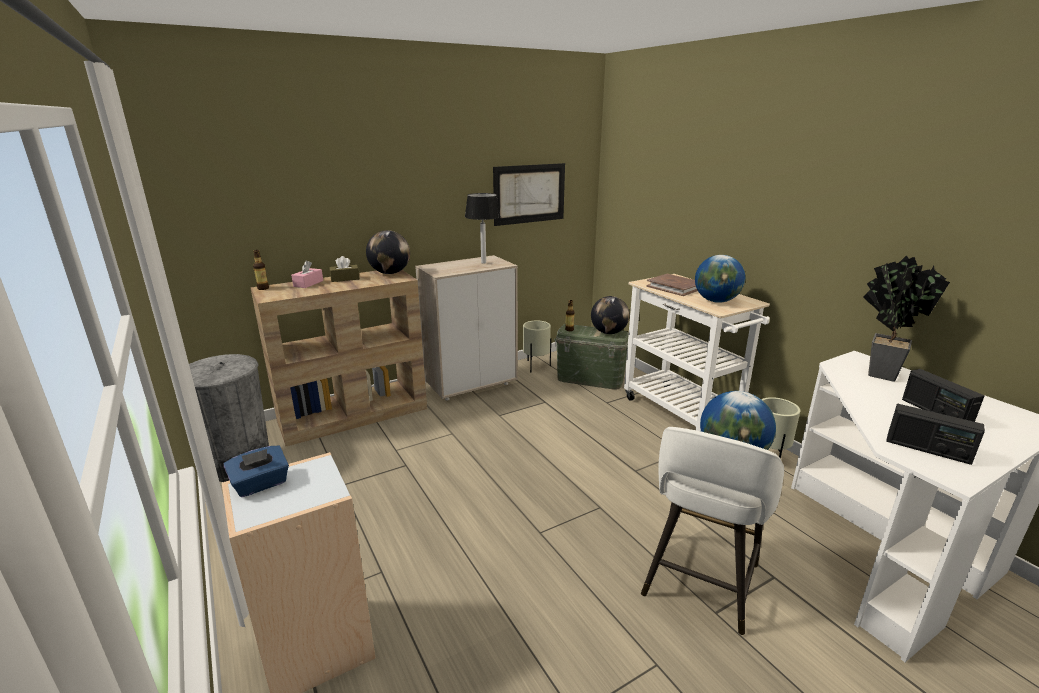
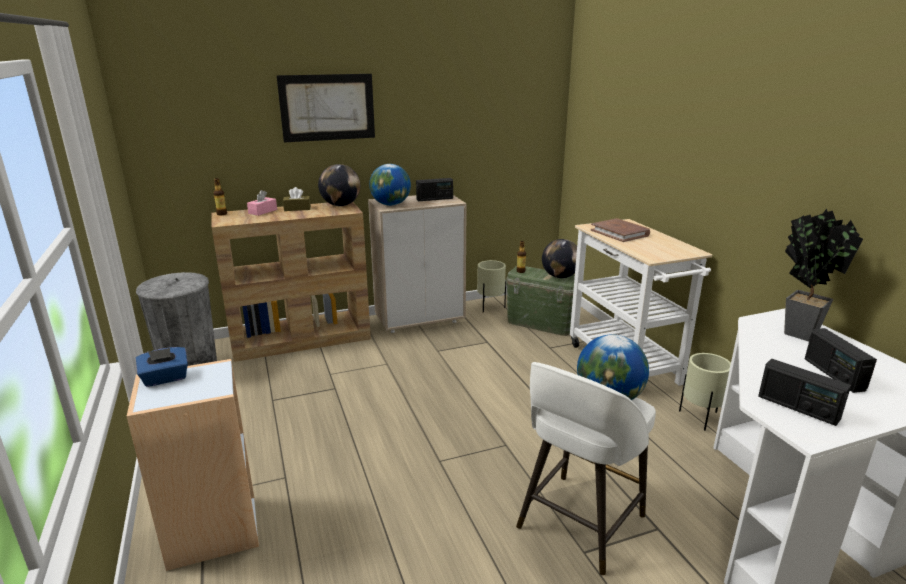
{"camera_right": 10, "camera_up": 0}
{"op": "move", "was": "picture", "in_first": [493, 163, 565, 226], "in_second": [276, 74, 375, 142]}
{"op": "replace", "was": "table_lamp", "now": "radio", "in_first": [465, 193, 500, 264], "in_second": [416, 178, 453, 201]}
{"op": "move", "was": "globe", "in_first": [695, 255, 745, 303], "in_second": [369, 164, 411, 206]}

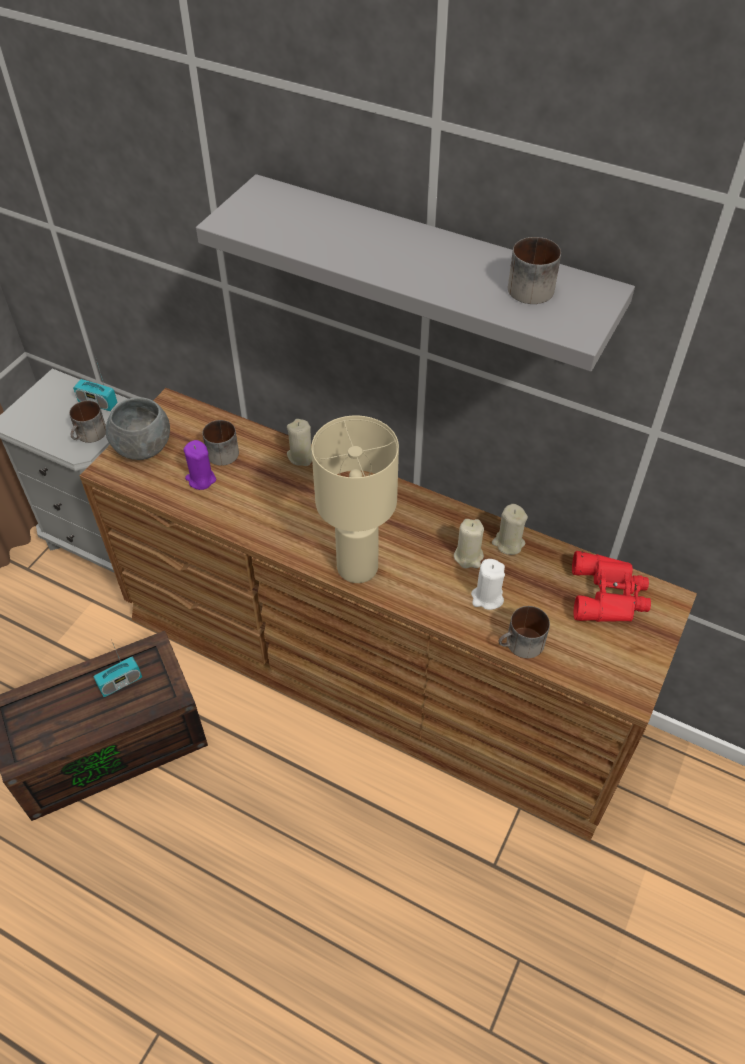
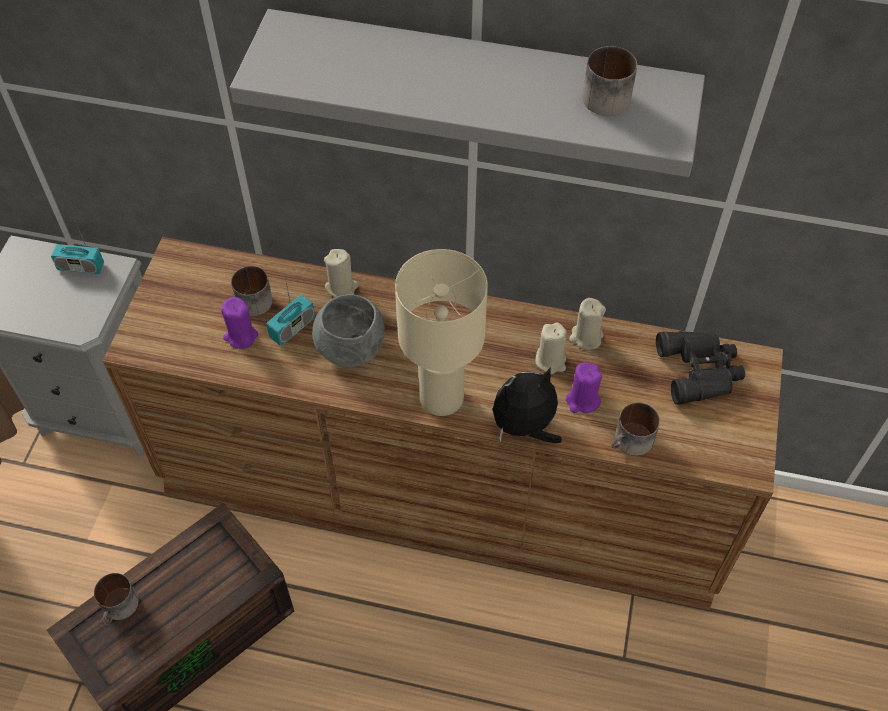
{"camera_right": -15, "camera_up": 5}
{"op": "move", "was": "grey_bowl", "in_first": [106, 397, 170, 460], "in_second": [312, 294, 385, 367]}
{"op": "move", "was": "mug", "in_first": [69, 400, 106, 443], "in_second": [94, 573, 139, 625]}
{"op": "recolor", "was": "red_binoculars", "now": "black_binoculars", "in_first": [572, 551, 651, 622], "in_second": [656, 331, 745, 404]}
{"op": "recolor", "was": "white_candle", "now": "purple_candle", "in_first": [471, 559, 505, 610], "in_second": [566, 362, 602, 413]}
{"op": "move", "was": "radio", "in_first": [94, 639, 142, 697], "in_second": [266, 273, 315, 346]}
{"op": "insert", "now": "plush_toy", "in_second": [492, 368, 562, 443]}

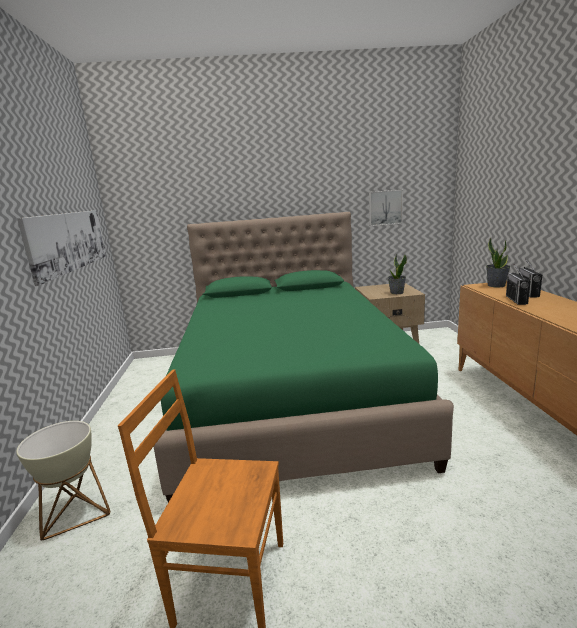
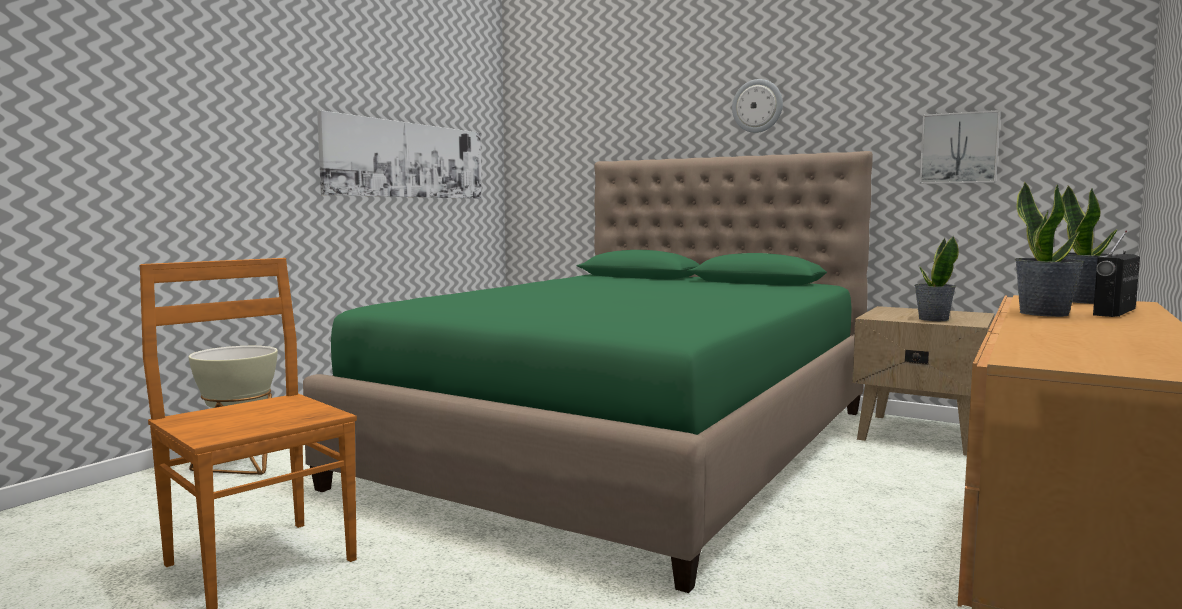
{"camera_right": 35, "camera_up": -10}
{"op": "replace", "was": "radio", "now": "potted_plant", "in_first": [506, 265, 531, 305], "in_second": [1014, 181, 1084, 317]}
{"op": "insert", "now": "wall_clock", "in_second": [732, 79, 783, 133]}

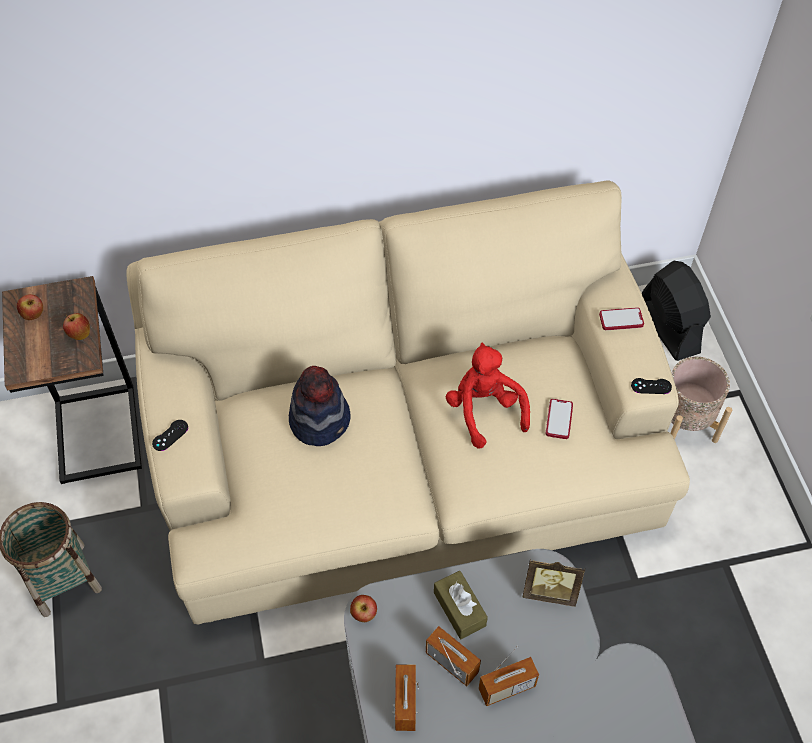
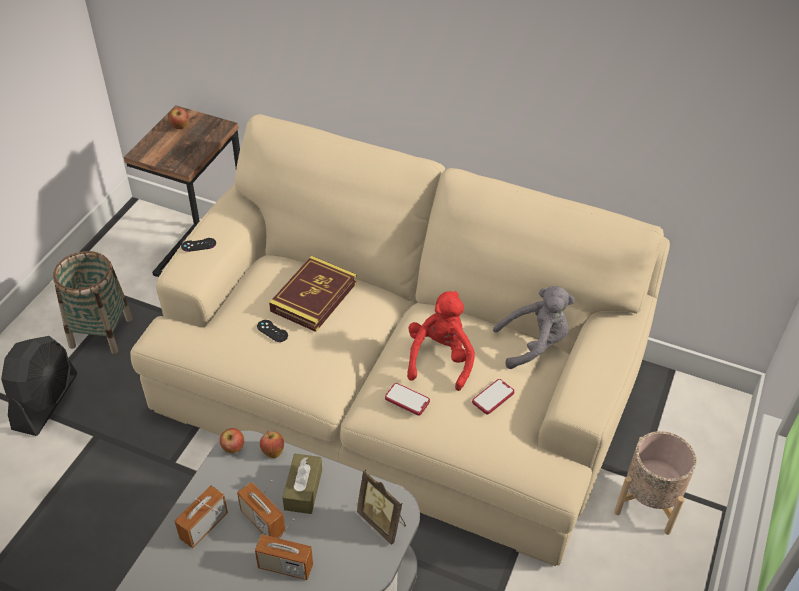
{"camera_right": 35, "camera_up": -10}
{"op": "move", "was": "black_fan", "in_first": [642, 260, 711, 361], "in_second": [1, 336, 77, 436]}
{"op": "move", "was": "phone", "in_first": [599, 307, 644, 330], "in_second": [385, 383, 430, 416]}
{"op": "move", "was": "apple", "in_first": [63, 313, 90, 340], "in_second": [260, 430, 284, 458]}
{"op": "replace", "was": "hat", "now": "book", "in_first": [289, 366, 350, 446], "in_second": [269, 256, 357, 332]}
{"op": "move", "was": "black_game_controller", "in_first": [631, 378, 672, 394], "in_second": [257, 320, 288, 342]}
{"op": "rotate", "was": "radio", "in_first": [426, 626, 481, 686], "in_second": [237, 480, 286, 538], "clockwise": 150}
{"op": "insert", "now": "grey_plush_toy", "in_second": [493, 286, 575, 369]}

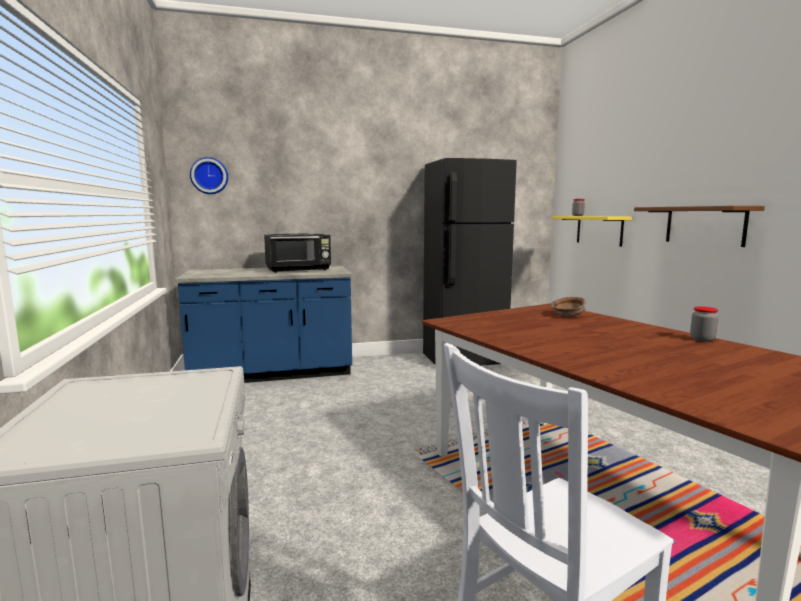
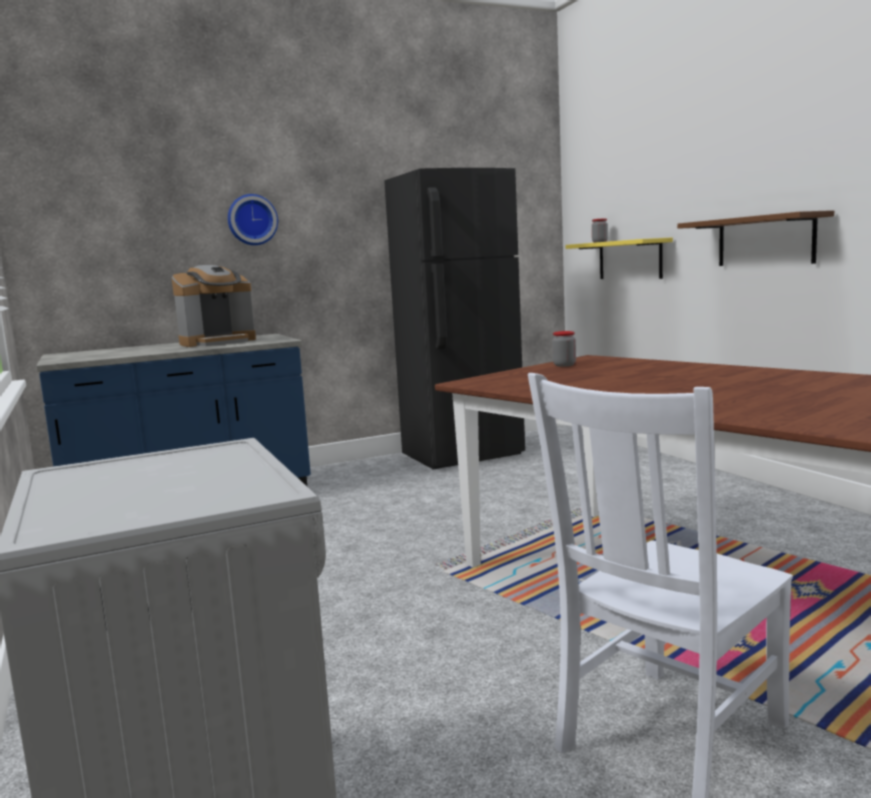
{"camera_right": -10, "camera_up": 0}
{"op": "move", "was": "wall_clock", "in_first": [190, 157, 228, 194], "in_second": [228, 194, 278, 245]}
{"op": "replace", "was": "black_microwave", "now": "coffee_machine", "in_first": [264, 233, 331, 273], "in_second": [171, 265, 256, 347]}
{"op": "delete", "was": "brown_bowl", "in_first": [551, 297, 586, 317]}
{"op": "move", "was": "jar", "in_first": [690, 306, 718, 342], "in_second": [552, 331, 576, 367]}

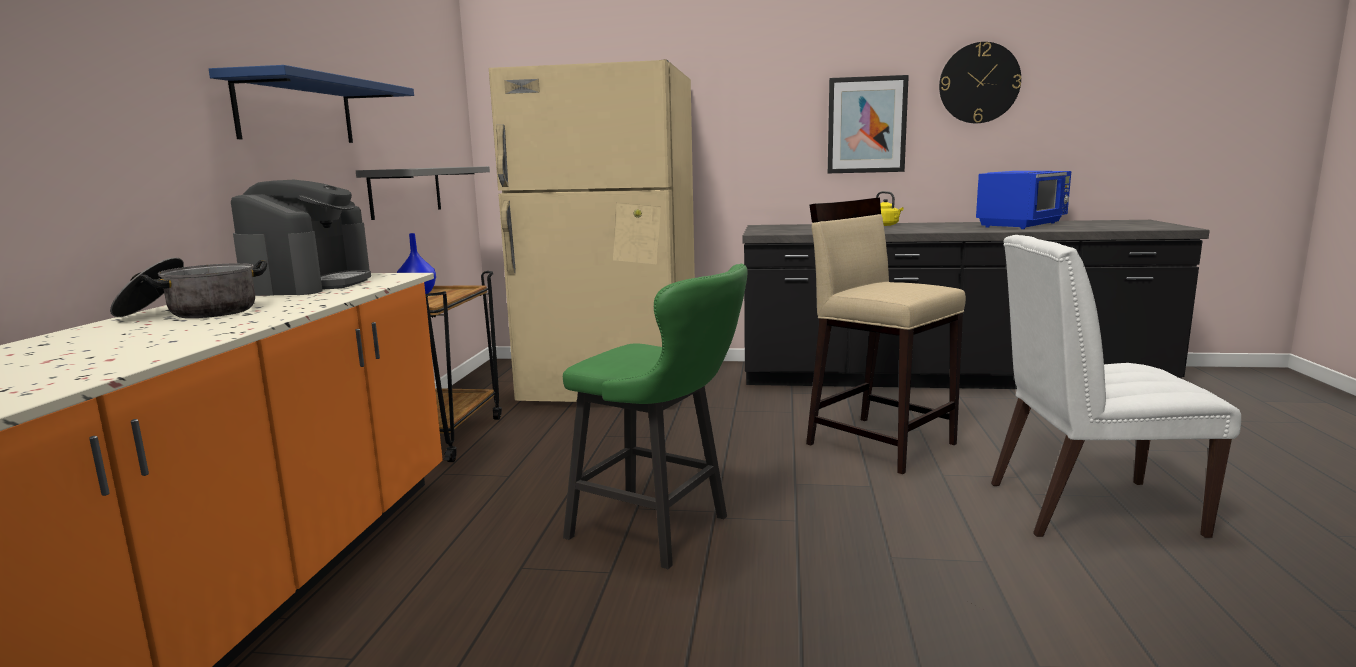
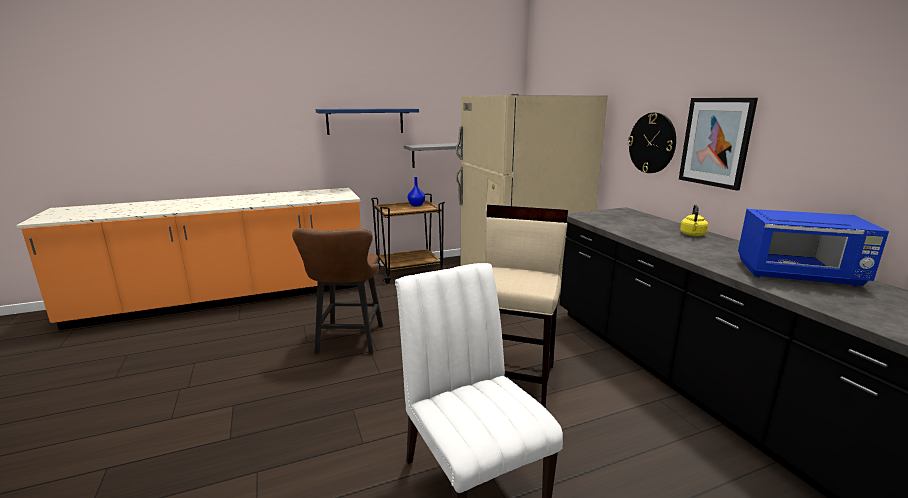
{"camera_right": 60, "camera_up": 5}
{"op": "move", "was": "wall_clock", "in_first": [939, 42, 1021, 123], "in_second": [628, 113, 676, 173]}
{"op": "delete", "was": "coffee_machine", "in_first": [231, 180, 371, 296]}
{"op": "delete", "was": "cooking_pot", "in_first": [110, 257, 267, 318]}
{"op": "recolor", "was": "green_stool", "now": "brown_stool", "in_first": [563, 264, 748, 569], "in_second": [292, 228, 383, 354]}

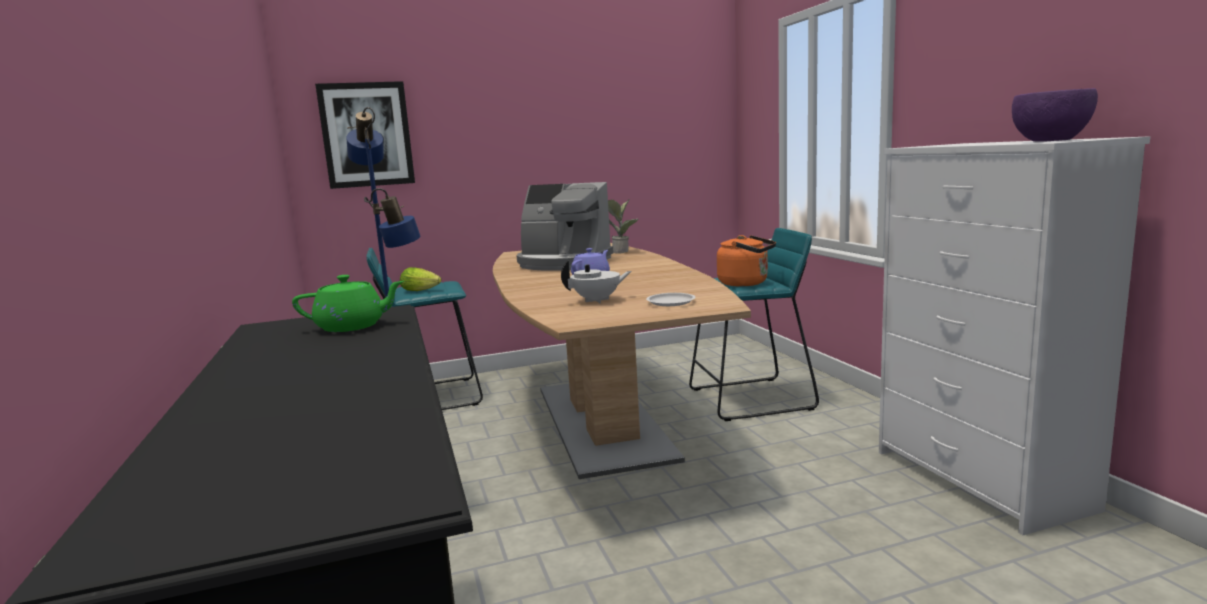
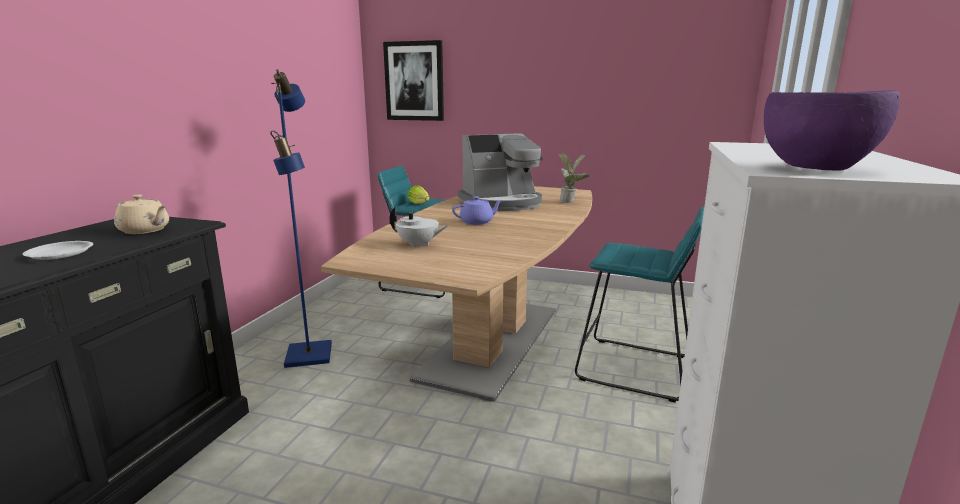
{"camera_right": 35, "camera_up": 5}
{"op": "rotate", "was": "coffee_machine", "in_first": [516, 182, 613, 271], "in_second": [458, 133, 543, 211], "clockwise": -75}
{"op": "delete", "was": "orange_kettle", "in_first": [717, 235, 776, 286]}
{"op": "recolor", "was": "green_teapot", "now": "beige_teapot", "in_first": [292, 275, 404, 332], "in_second": [114, 195, 169, 234]}
{"op": "move", "was": "white_plate", "in_first": [646, 293, 696, 306], "in_second": [23, 241, 93, 260]}

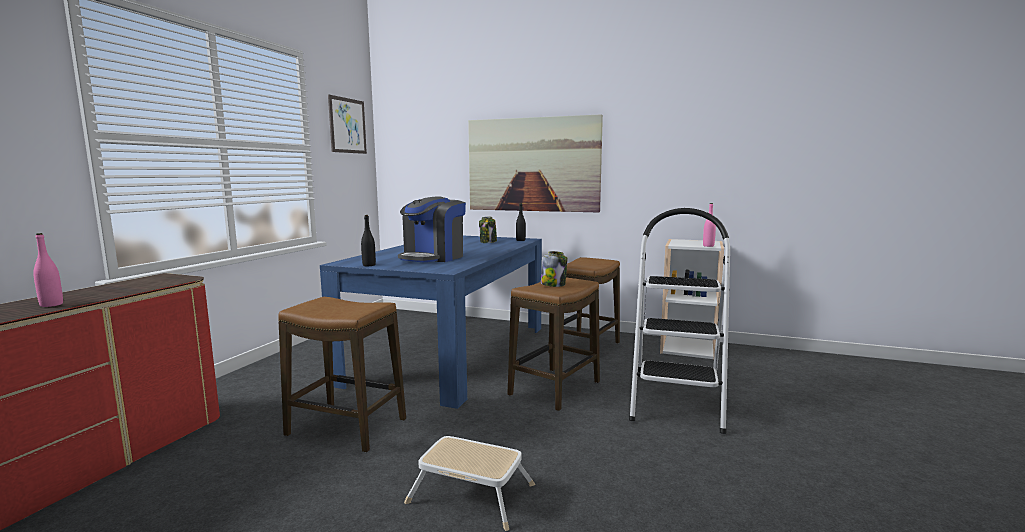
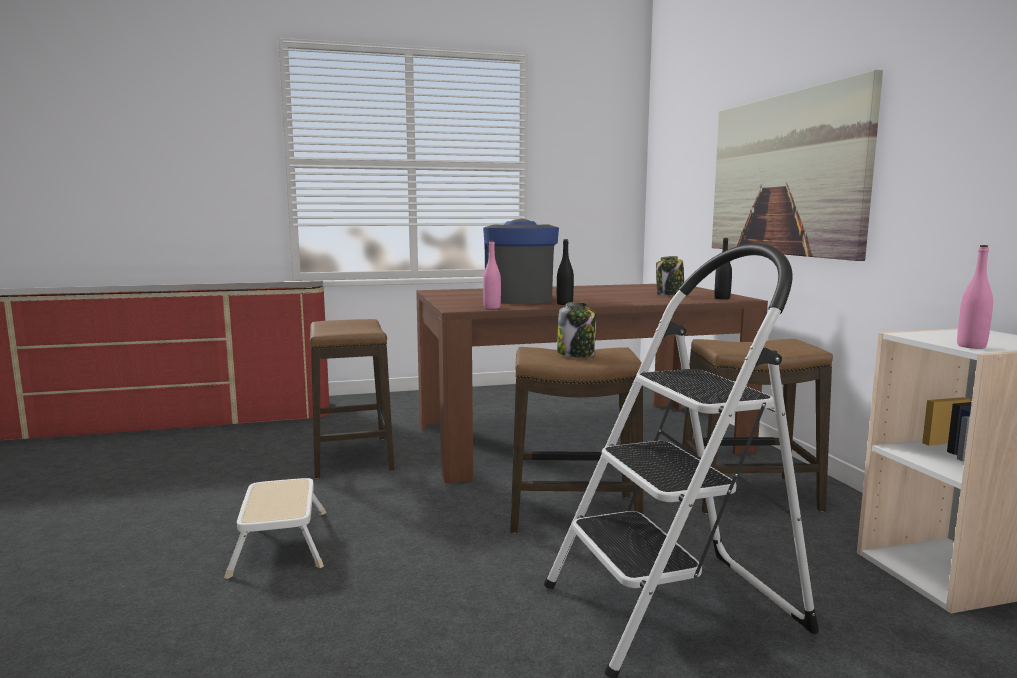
{"camera_right": 55, "camera_up": 0}
{"op": "delete", "was": "picture", "in_first": [328, 94, 367, 154]}
{"op": "rotate", "was": "coffee_machine", "in_first": [398, 196, 466, 262], "in_second": [483, 219, 559, 304], "clockwise": 90}
{"op": "move", "was": "black_bottle", "in_first": [361, 215, 376, 266], "in_second": [557, 239, 574, 305]}
{"op": "move", "was": "pink_bottle", "in_first": [33, 233, 63, 307], "in_second": [483, 240, 501, 309]}
{"op": "recolor", "was": "blue_dining_table", "now": "brown_dining_table", "in_first": [320, 236, 542, 409], "in_second": [416, 284, 768, 483]}

